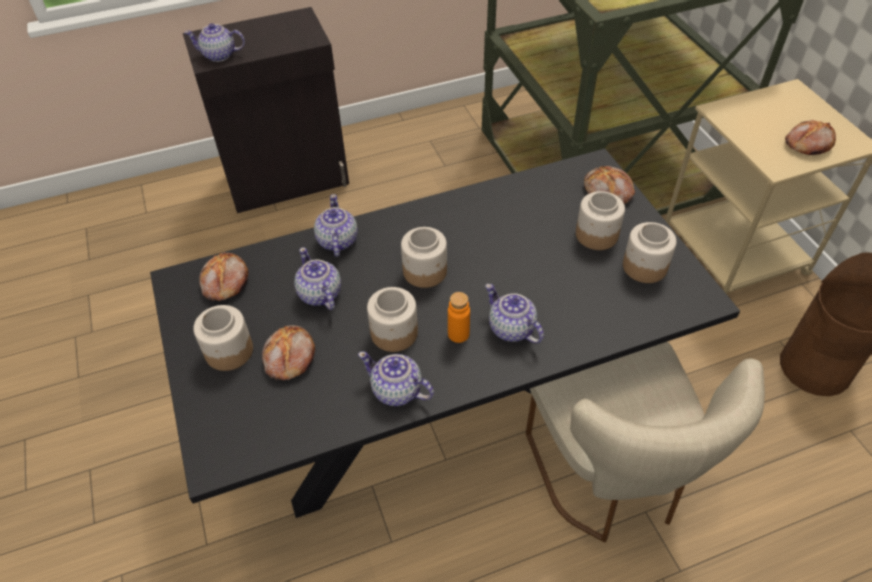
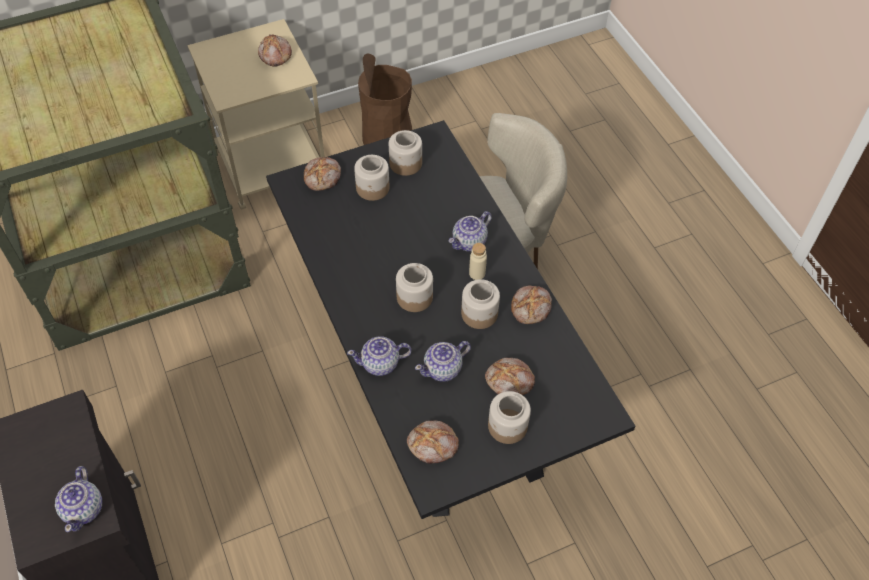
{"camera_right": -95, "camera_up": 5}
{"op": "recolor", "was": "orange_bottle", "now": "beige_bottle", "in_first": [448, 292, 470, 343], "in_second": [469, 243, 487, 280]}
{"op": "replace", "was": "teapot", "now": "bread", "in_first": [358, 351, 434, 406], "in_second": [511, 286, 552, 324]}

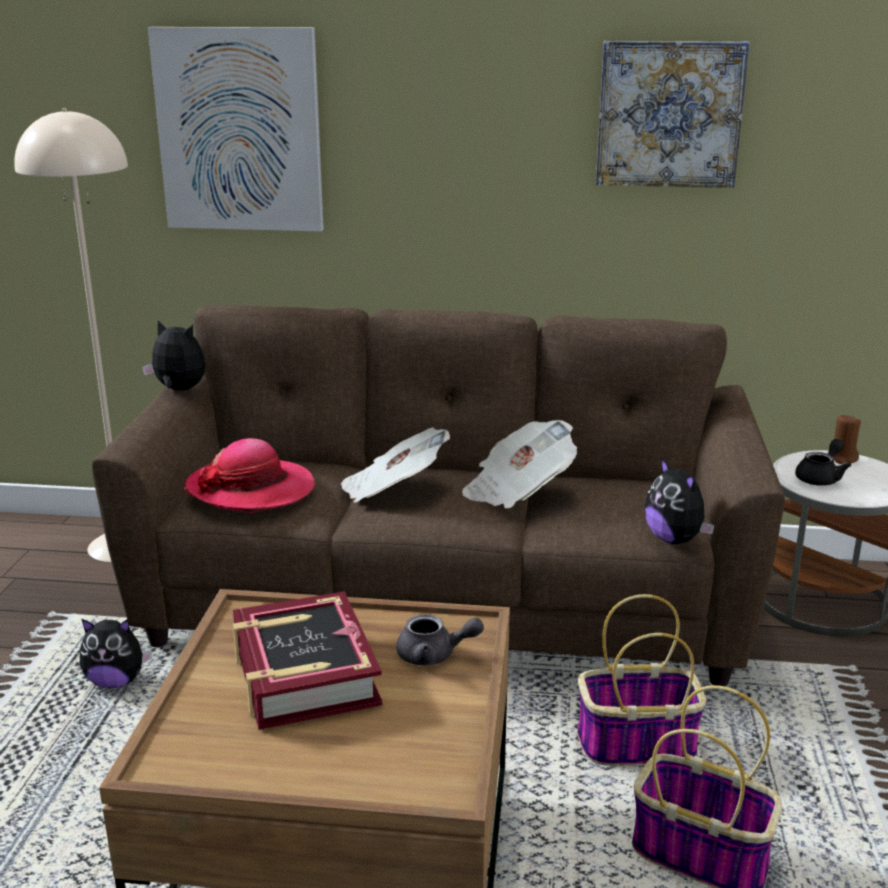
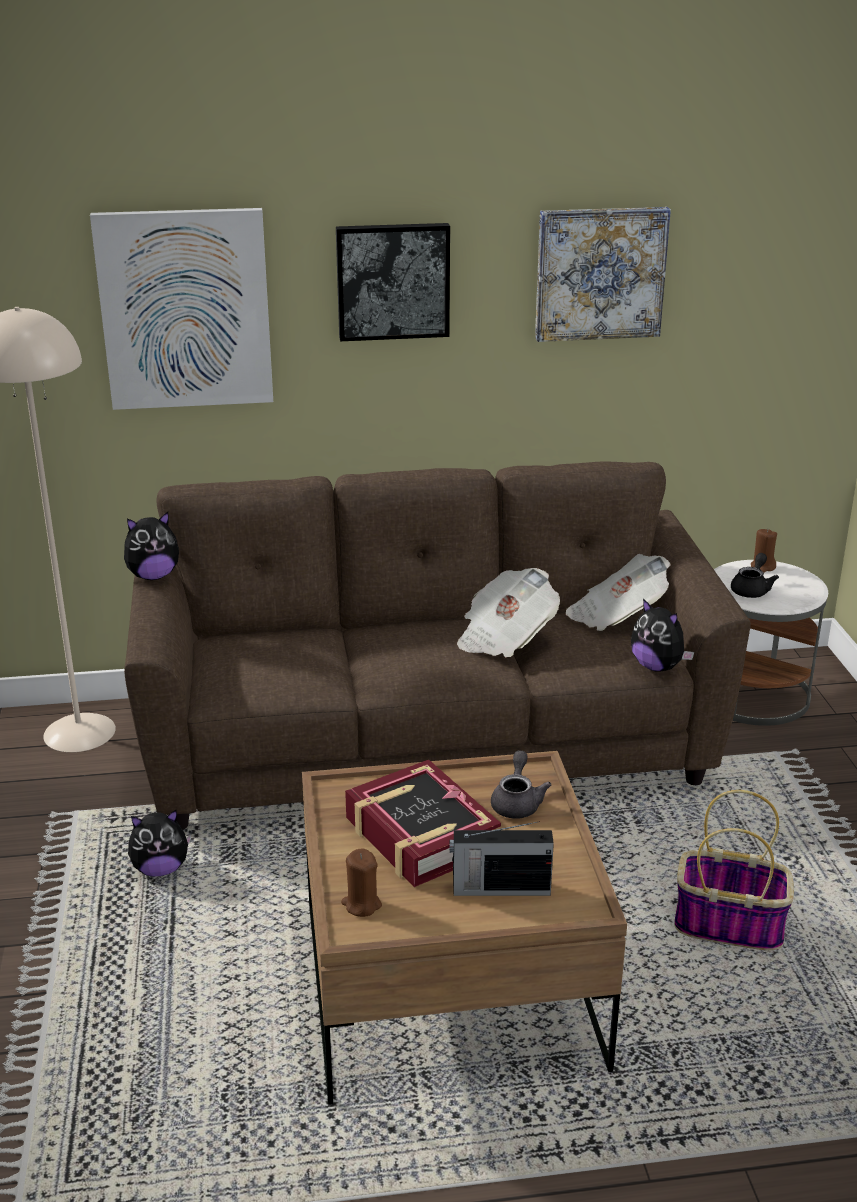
{"camera_right": -15, "camera_up": 5}
{"op": "rotate", "was": "plush_toy", "in_first": [142, 320, 205, 390], "in_second": [124, 512, 179, 580], "clockwise": 150}
{"op": "move", "was": "newspaper", "in_first": [341, 427, 450, 503], "in_second": [566, 554, 671, 631]}
{"op": "delete", "was": "hat", "in_first": [184, 438, 315, 513]}
{"op": "delete", "was": "basket", "in_first": [577, 594, 706, 766]}
{"op": "rotate", "was": "grey_teapot", "in_first": [396, 614, 484, 665], "in_second": [491, 751, 551, 819], "clockwise": -75}
{"op": "insert", "now": "picture", "in_second": [336, 223, 450, 341]}
{"op": "insert", "now": "radio", "in_second": [450, 821, 554, 896]}
{"op": "insert", "now": "brown_candle", "in_second": [341, 848, 382, 917]}

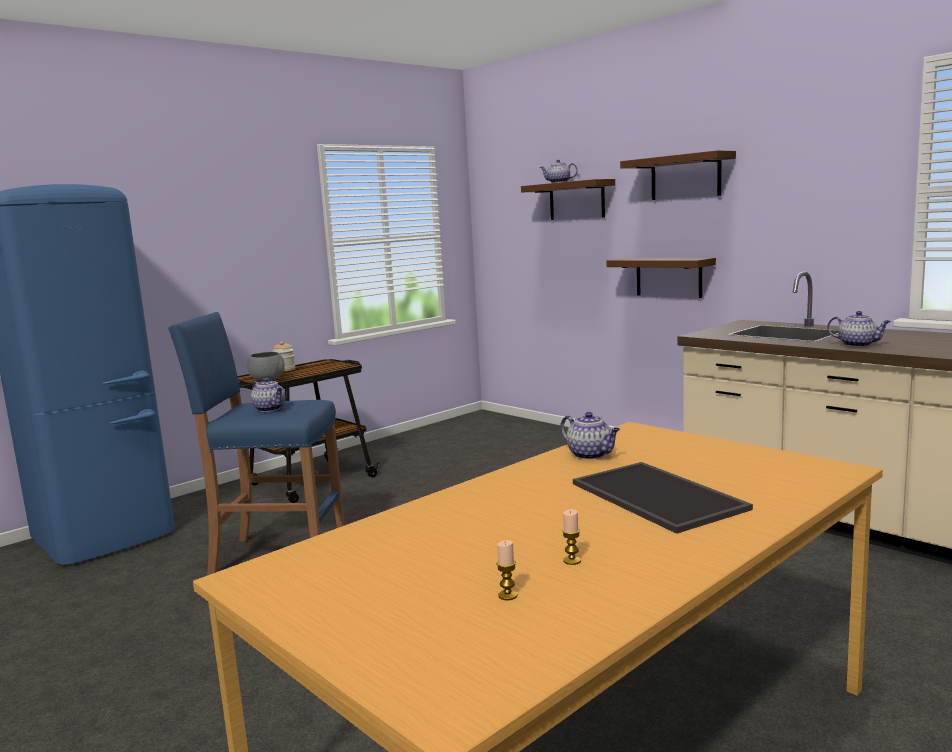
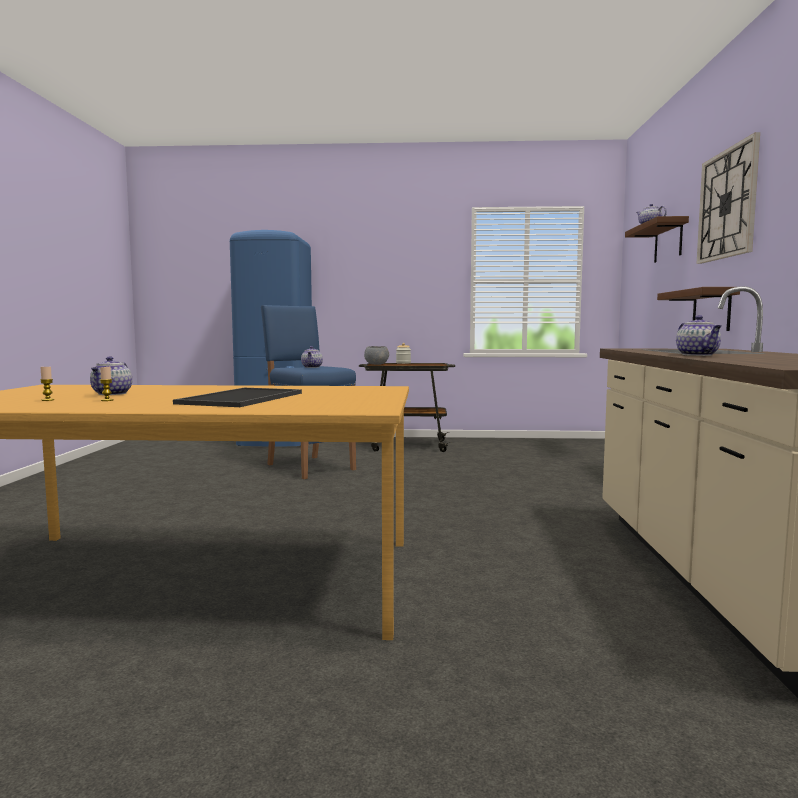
{"camera_right": 45, "camera_up": -5}
{"op": "replace", "was": "brown_shelf", "now": "wall_clock", "in_first": [620, 150, 736, 200], "in_second": [696, 132, 760, 264]}
{"op": "move", "was": "teapot", "in_first": [560, 412, 620, 460], "in_second": [90, 356, 132, 395]}

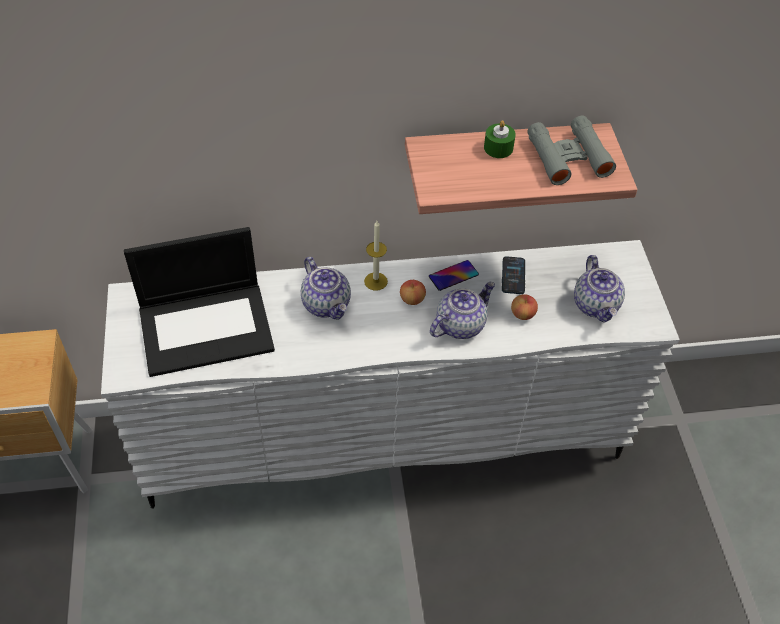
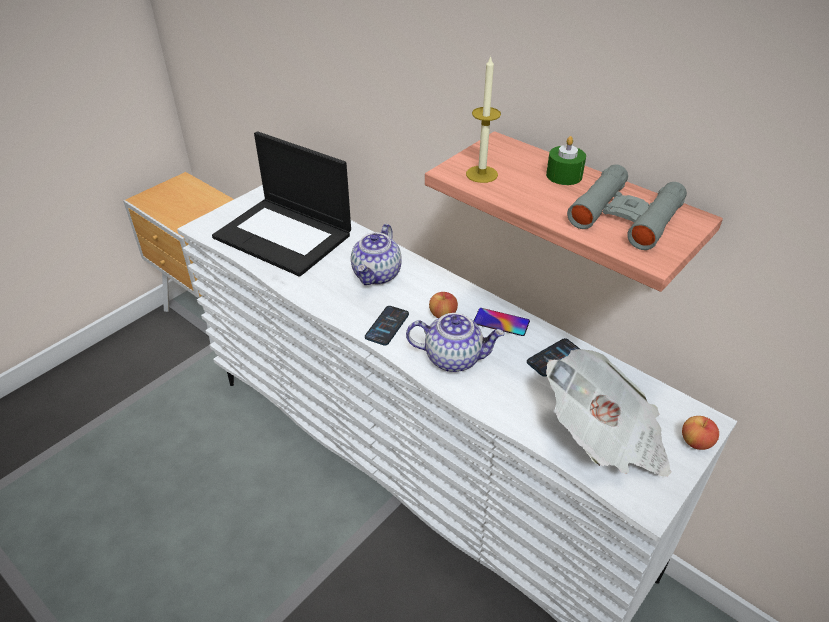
{"camera_right": 50, "camera_up": -10}
{"op": "move", "was": "candle", "in_first": [364, 221, 388, 291], "in_second": [466, 56, 501, 183]}
{"op": "replace", "was": "teapot", "now": "newspaper", "in_first": [574, 255, 625, 322], "in_second": [546, 349, 671, 477]}
{"op": "move", "was": "apple", "in_first": [511, 294, 538, 320], "in_second": [682, 416, 719, 450]}
{"op": "insert", "now": "phone", "in_second": [365, 306, 409, 346]}

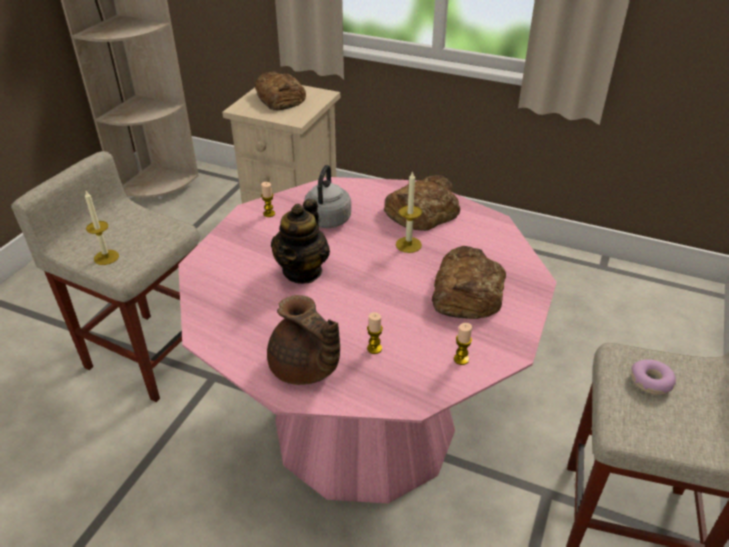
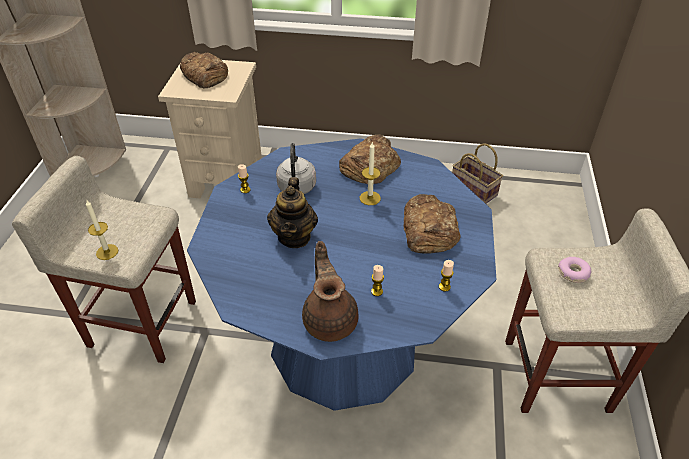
{"camera_right": -15, "camera_up": 5}
{"op": "recolor", "was": "pink_dining_table", "now": "blue_dining_table", "in_first": [178, 177, 557, 504], "in_second": [187, 138, 496, 411]}
{"op": "rotate", "was": "brown_teapot", "in_first": [267, 295, 340, 385], "in_second": [302, 241, 359, 342], "clockwise": -135}
{"op": "insert", "now": "basket", "in_second": [452, 143, 503, 204]}

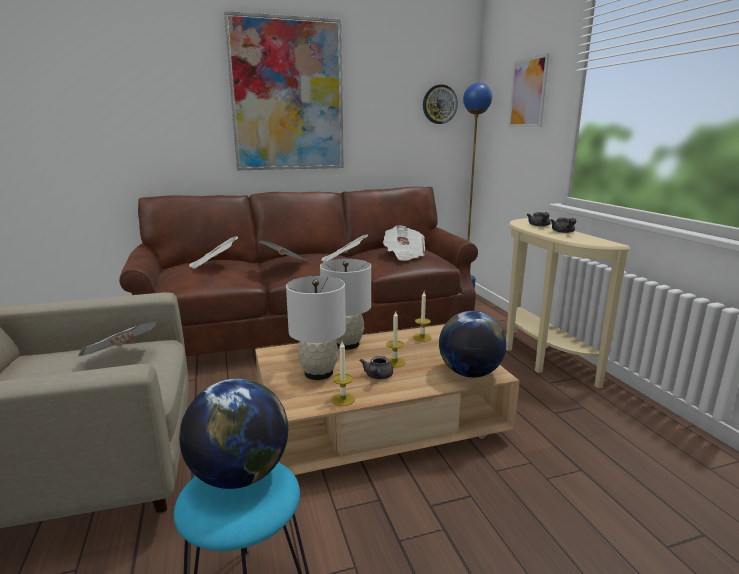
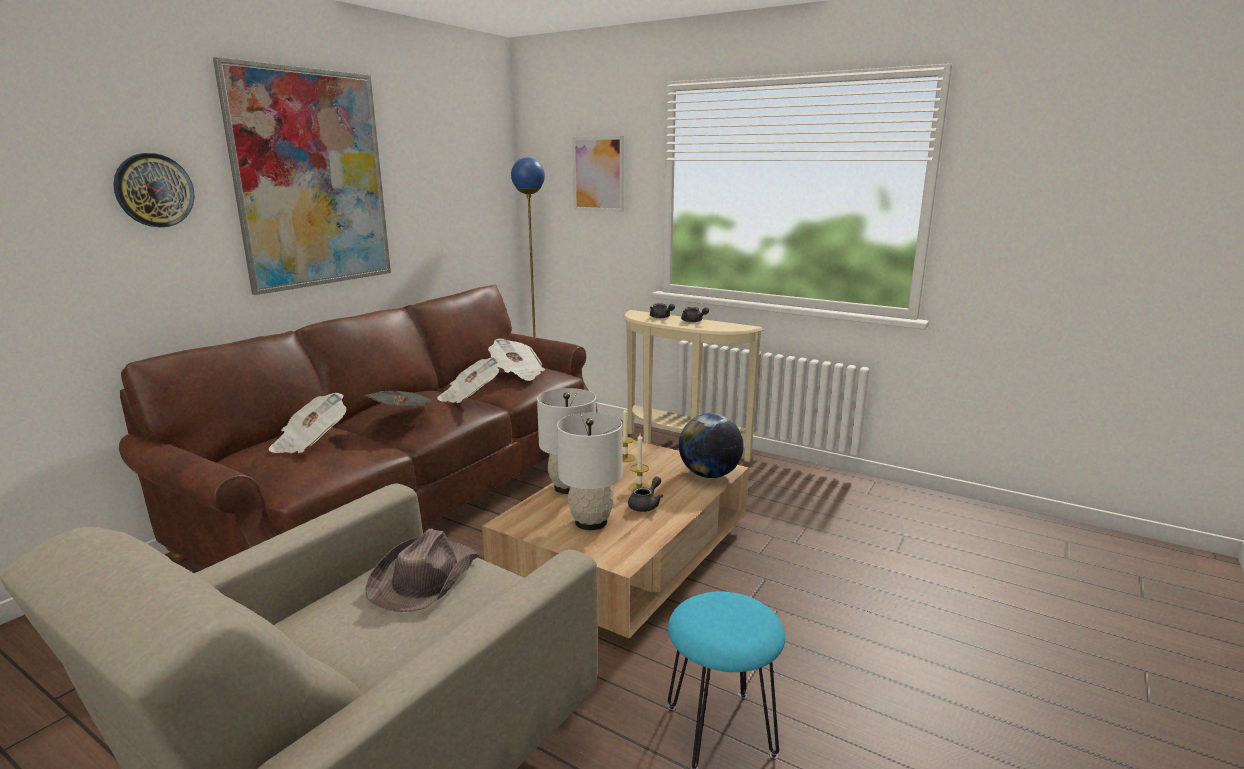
{"camera_right": -40, "camera_up": 0}
{"op": "move", "was": "wall_clock", "in_first": [423, 84, 458, 124], "in_second": [113, 153, 195, 227]}
{"op": "replace", "was": "newspaper", "now": "brown_hat", "in_first": [78, 321, 156, 357], "in_second": [365, 529, 480, 612]}
{"op": "delete", "was": "candle", "in_first": [331, 342, 355, 406]}
{"op": "rotate", "was": "grey_teapot", "in_first": [360, 356, 393, 379], "in_second": [628, 476, 663, 512], "clockwise": -120}
{"op": "delete", "was": "globe", "in_first": [179, 379, 288, 489]}

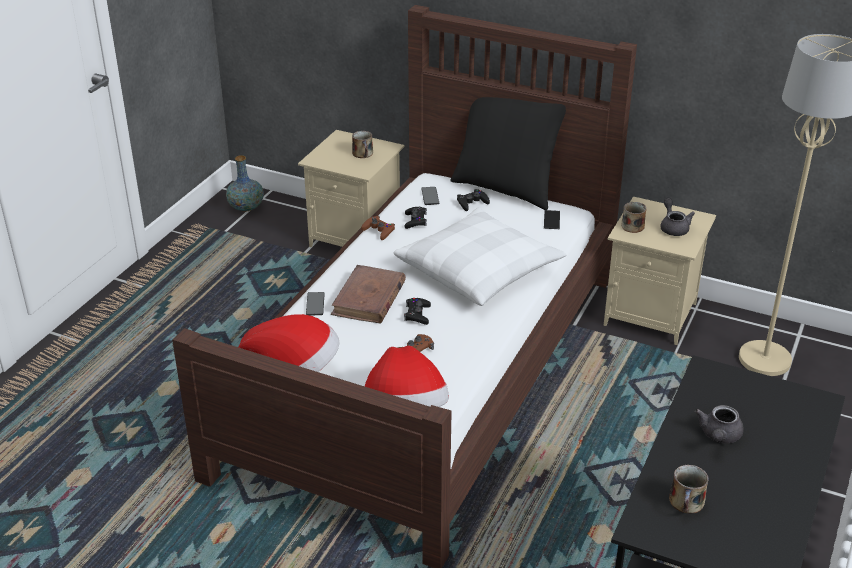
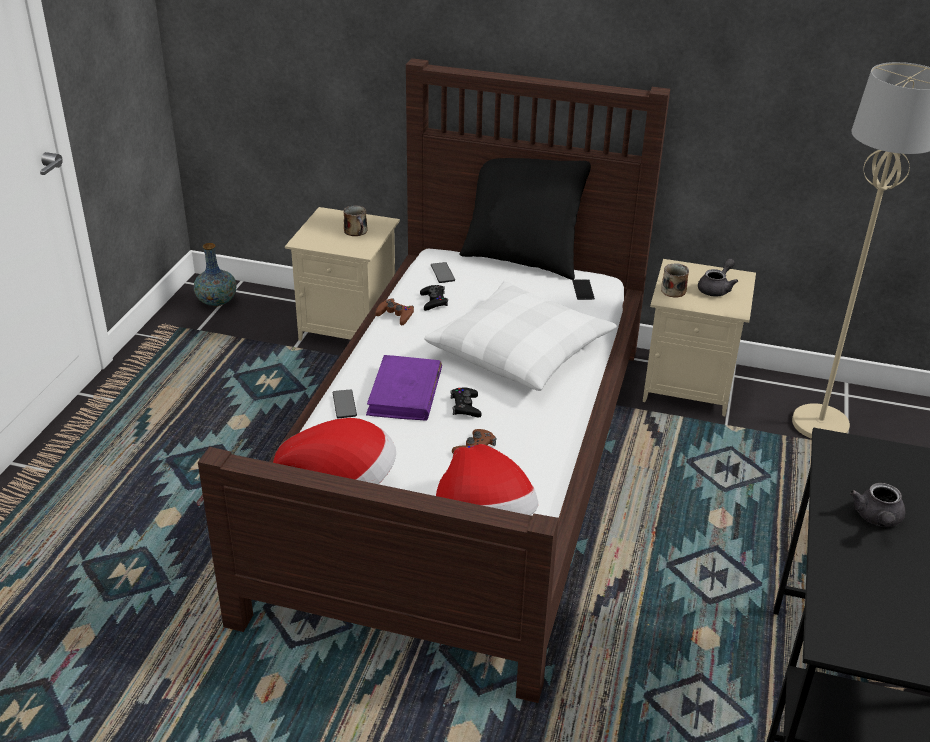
{"camera_right": -10, "camera_up": 0}
{"op": "delete", "was": "black_game_controller", "in_first": [457, 189, 490, 211]}
{"op": "rotate", "was": "grey_teapot", "in_first": [661, 198, 695, 236], "in_second": [698, 258, 738, 297], "clockwise": 60}
{"op": "recolor", "was": "brown_book", "now": "purple_book", "in_first": [331, 265, 406, 324], "in_second": [366, 355, 442, 421]}
{"op": "delete", "was": "mug", "in_first": [669, 465, 709, 514]}

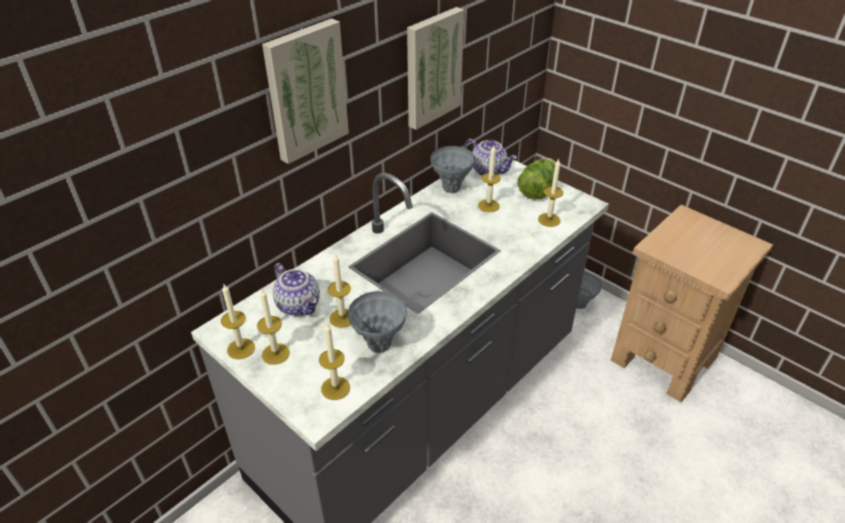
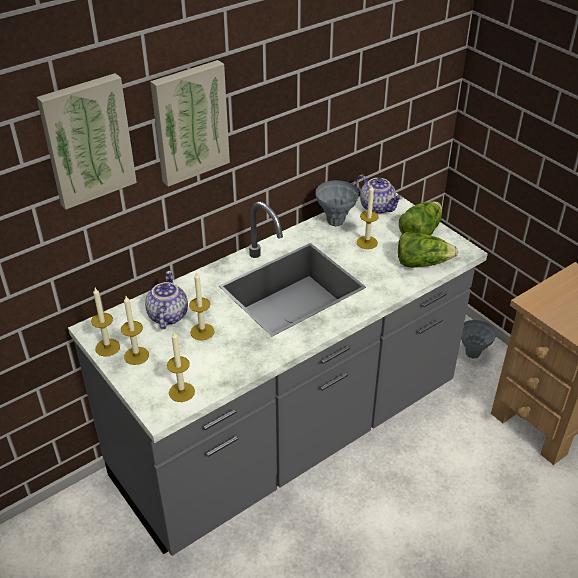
{"camera_right": 10, "camera_up": 0}
{"op": "move", "was": "picture", "in_first": [407, 7, 464, 130], "in_second": [36, 73, 137, 210]}
{"op": "replace", "was": "candle", "now": "lettuce", "in_first": [538, 159, 563, 227], "in_second": [398, 232, 458, 268]}
{"op": "rotate", "was": "teapot", "in_first": [273, 263, 320, 316], "in_second": [145, 271, 188, 329], "clockwise": -150}
{"op": "delete", "was": "grey_vase", "in_first": [348, 291, 407, 353]}

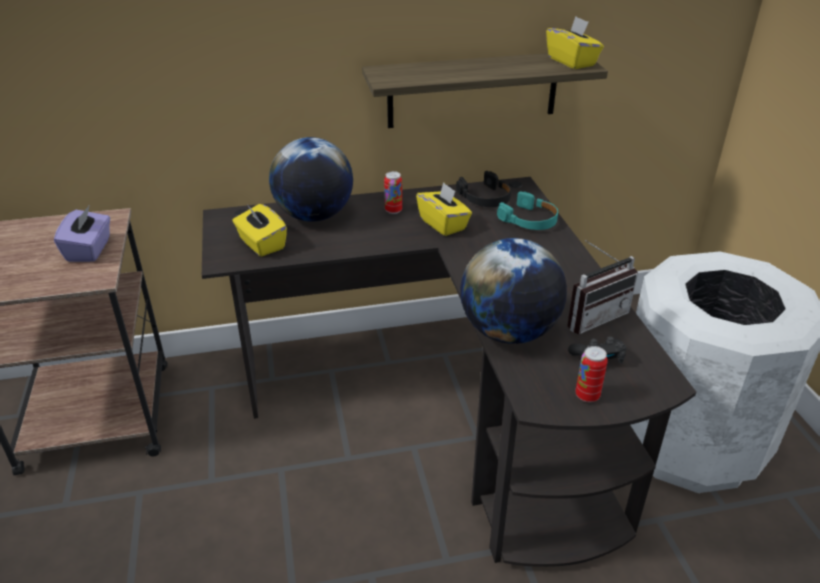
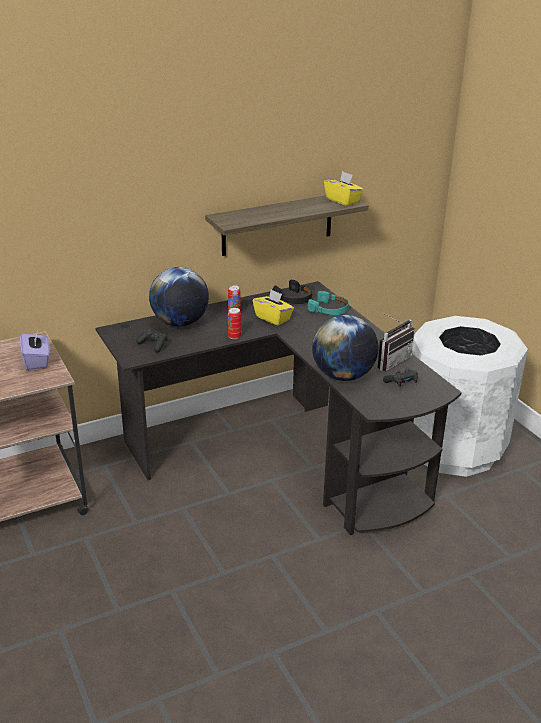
{"camera_right": -15, "camera_up": -5}
{"op": "replace", "was": "yellow_tissue_box", "now": "black_game_controller", "in_first": [233, 204, 287, 257], "in_second": [136, 328, 168, 352]}
{"op": "move", "was": "can", "in_first": [575, 346, 608, 402], "in_second": [228, 308, 241, 339]}

